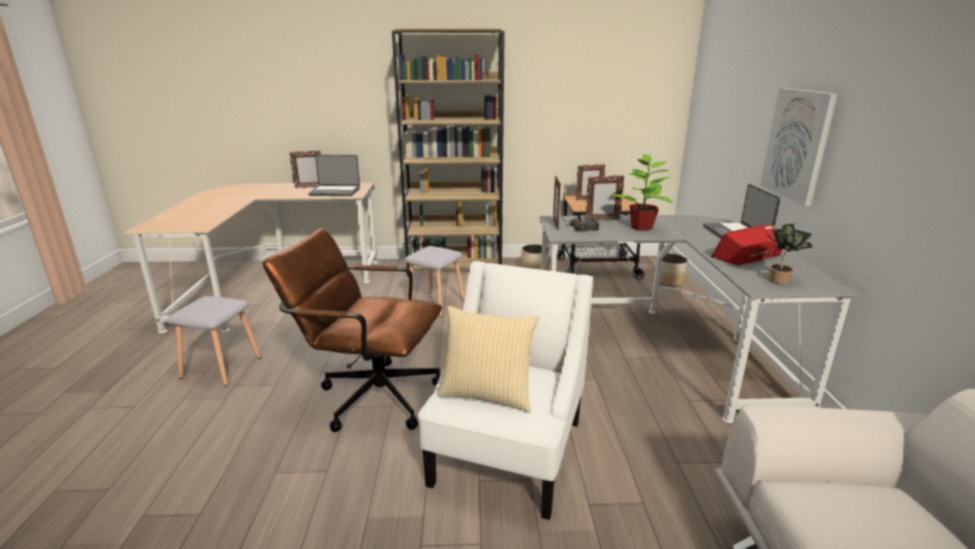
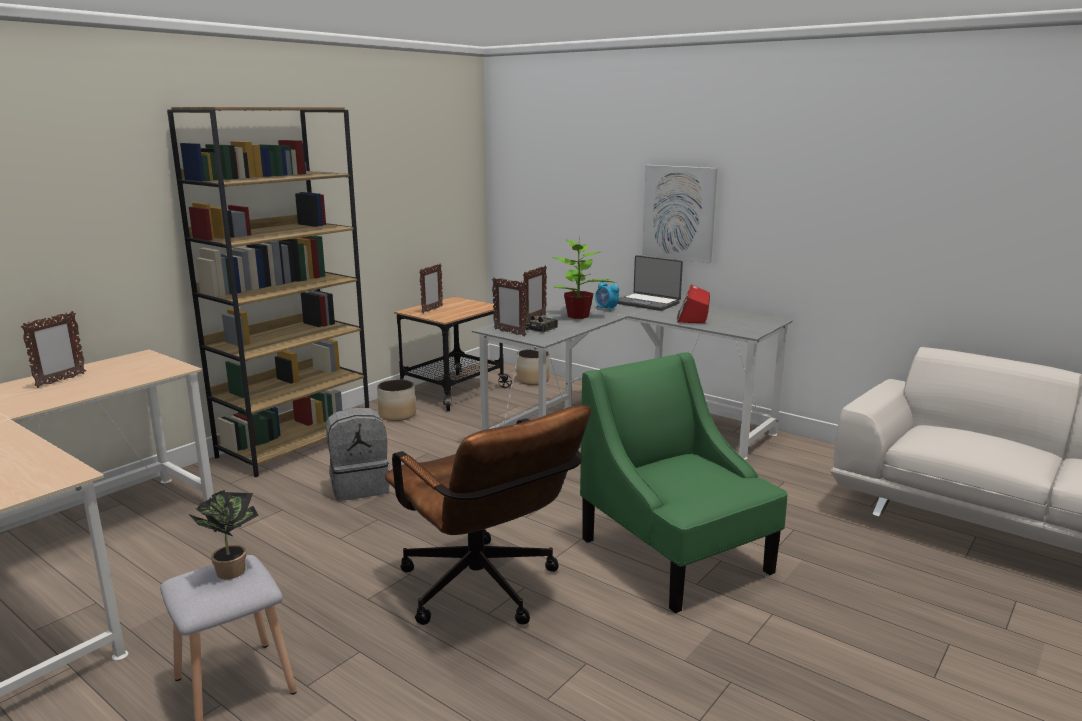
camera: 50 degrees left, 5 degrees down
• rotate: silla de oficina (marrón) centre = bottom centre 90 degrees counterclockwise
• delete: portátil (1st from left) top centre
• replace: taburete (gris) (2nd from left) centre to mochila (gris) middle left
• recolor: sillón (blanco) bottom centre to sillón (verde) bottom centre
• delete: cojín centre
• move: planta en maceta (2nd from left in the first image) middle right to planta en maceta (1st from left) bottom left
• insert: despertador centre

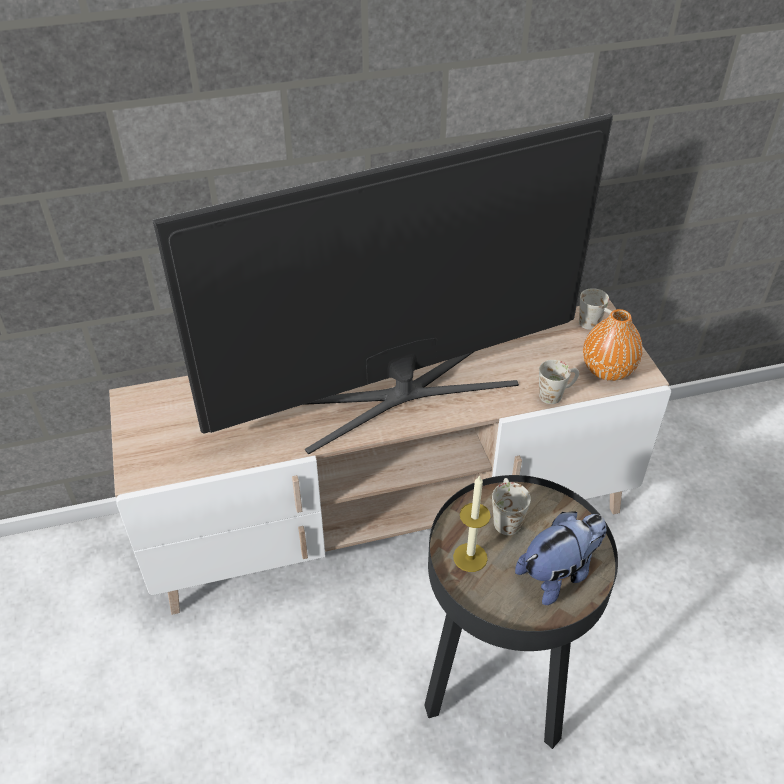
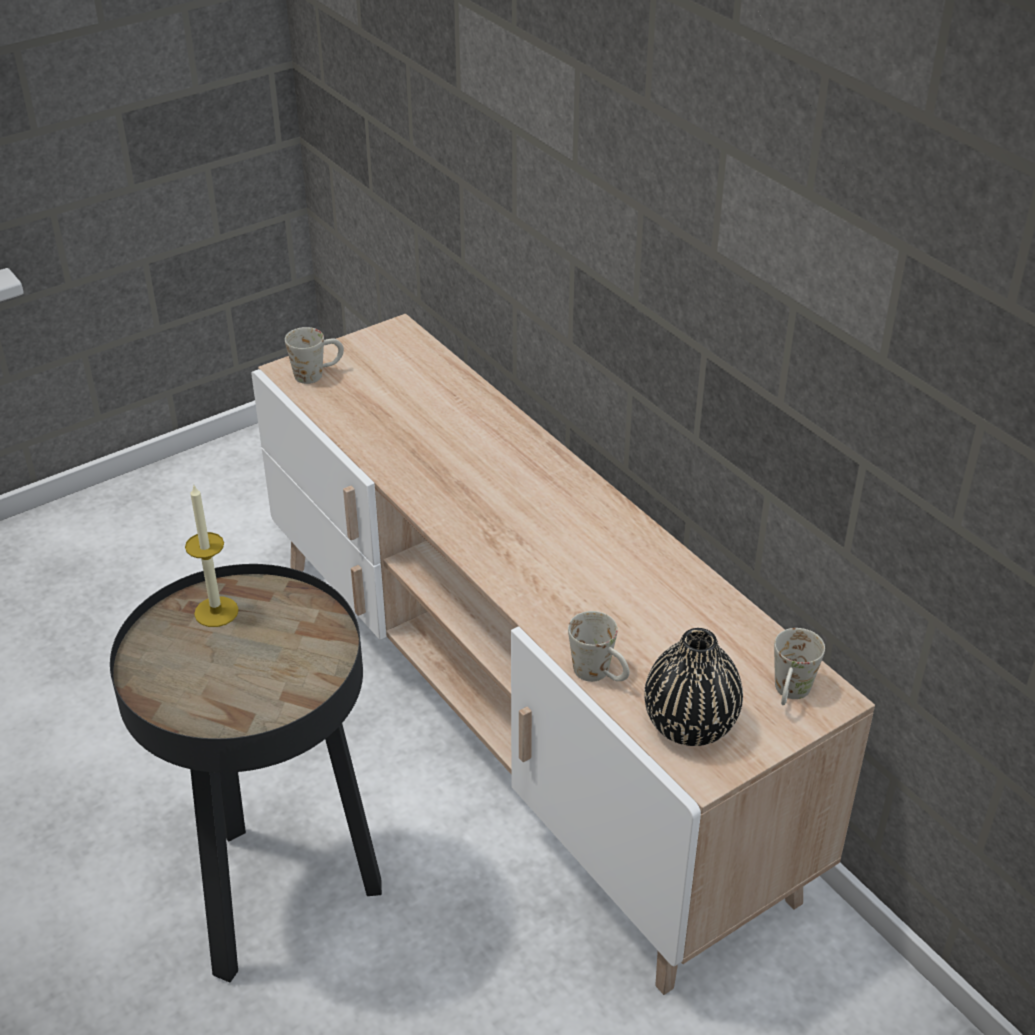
camera: 70 degrees right, 5 degrees down
• delete: televisor centre
• move: taza grande (blanco) (1st from left) centre to middle left
• delete: peluche bottom right
• recolor: florero (naranja) middle right to florero (negro) middle right

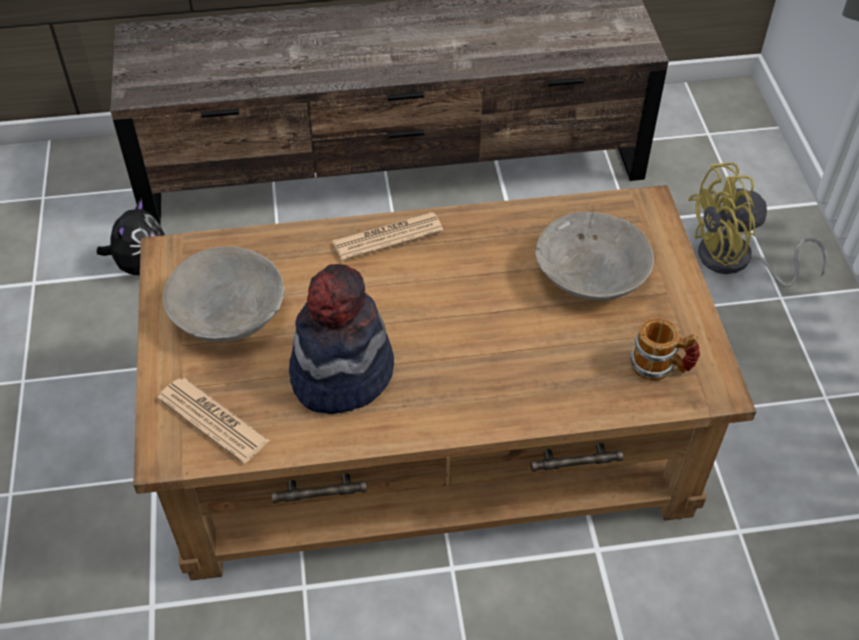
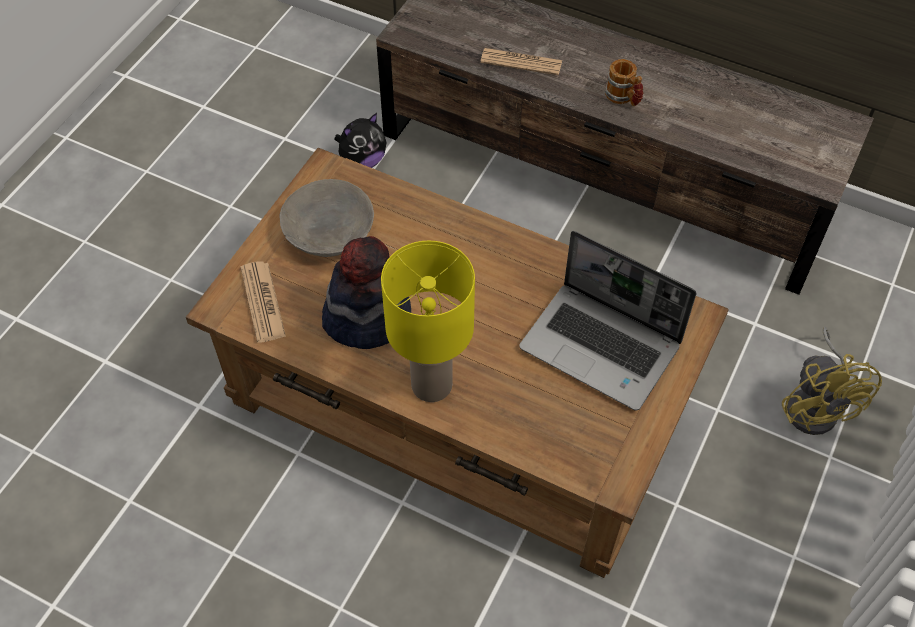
camera: 35 degrees right, 5 degrees up
• move: periódico (2nd from left) centre to top centre
• replace: cuenco (gris) (2nd from left) middle right to portátil centre
• move: taza grande middle right to top right
• rotate: ventilador (amarillo) middle right = middle right 120 degrees counterclockwise
• insert: lámpara de mesa (amarillo) centre

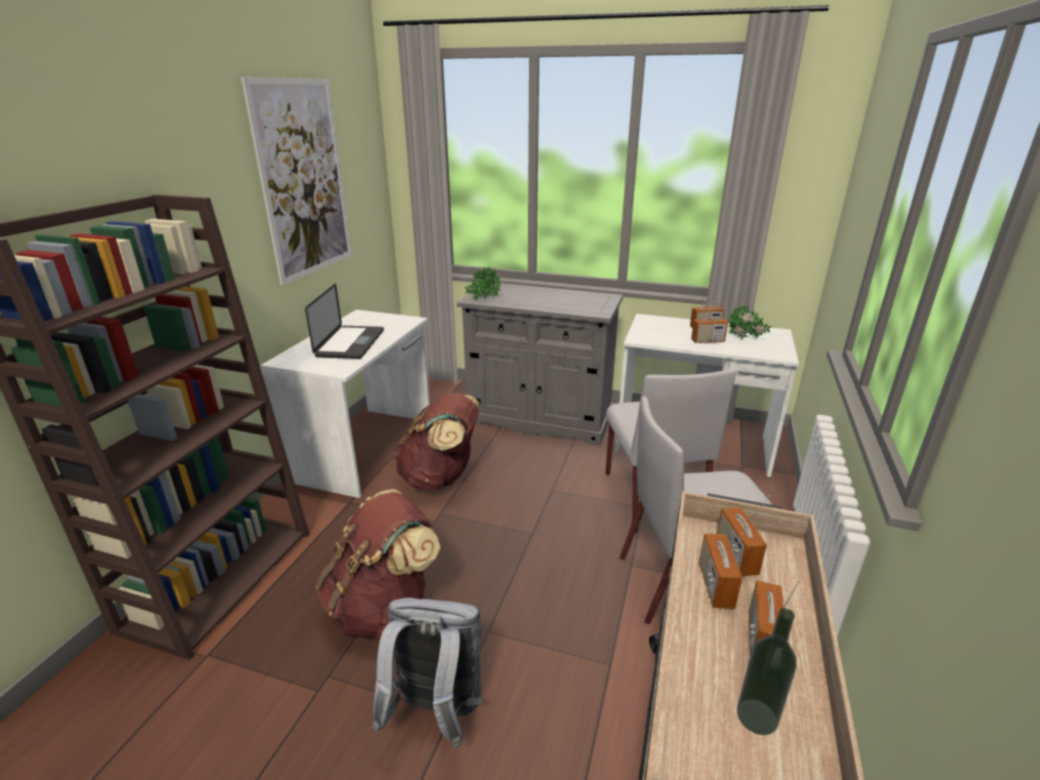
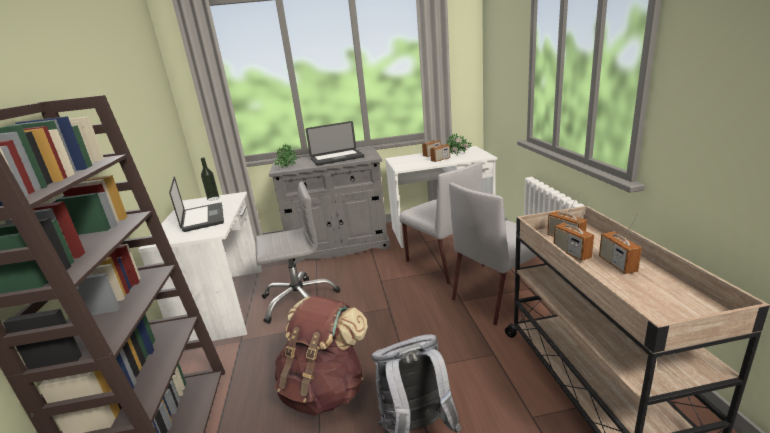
camera: 25 degrees left, 5 degrees down
• delete: cuadro top left
• replace: mochila (marrón) (2nd from left) centre to silla de oficina (gris) centre
• move: botella bottom right to middle left
• insert: portátil (2nd from left) top centre

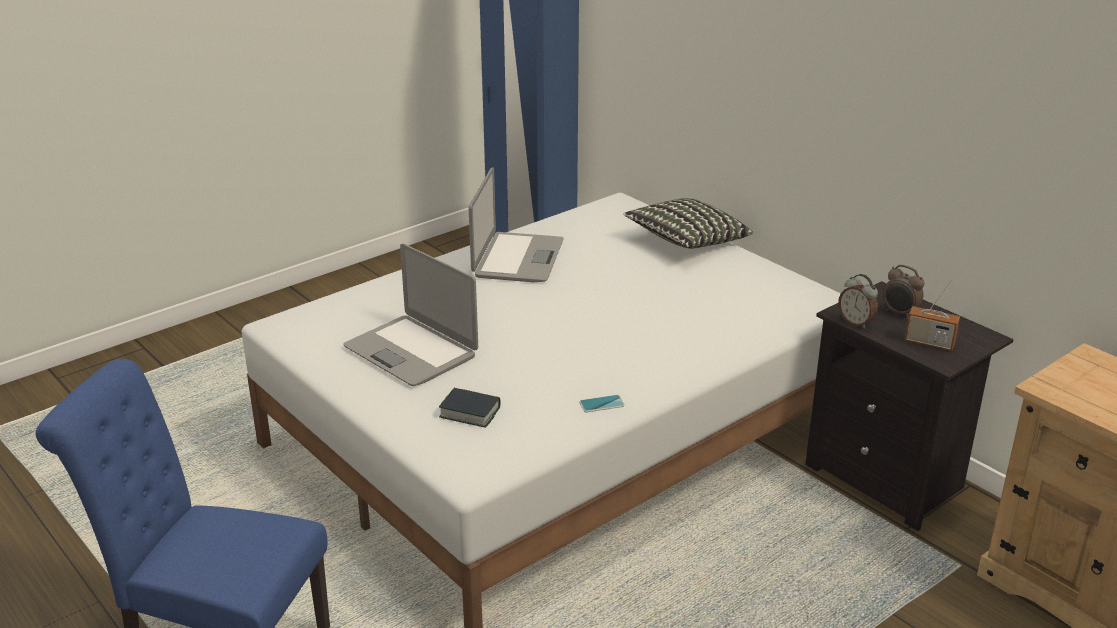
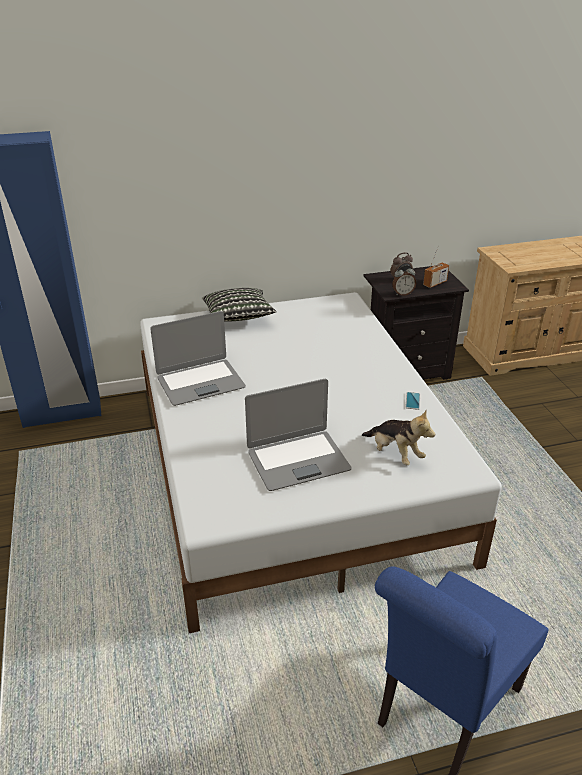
camera: 65 degrees left, 5 degrees up
• replace: libro centre to peluche middle right
• rotate: portátil (2nd from left in the first image) centre = centre 120 degrees clockwise

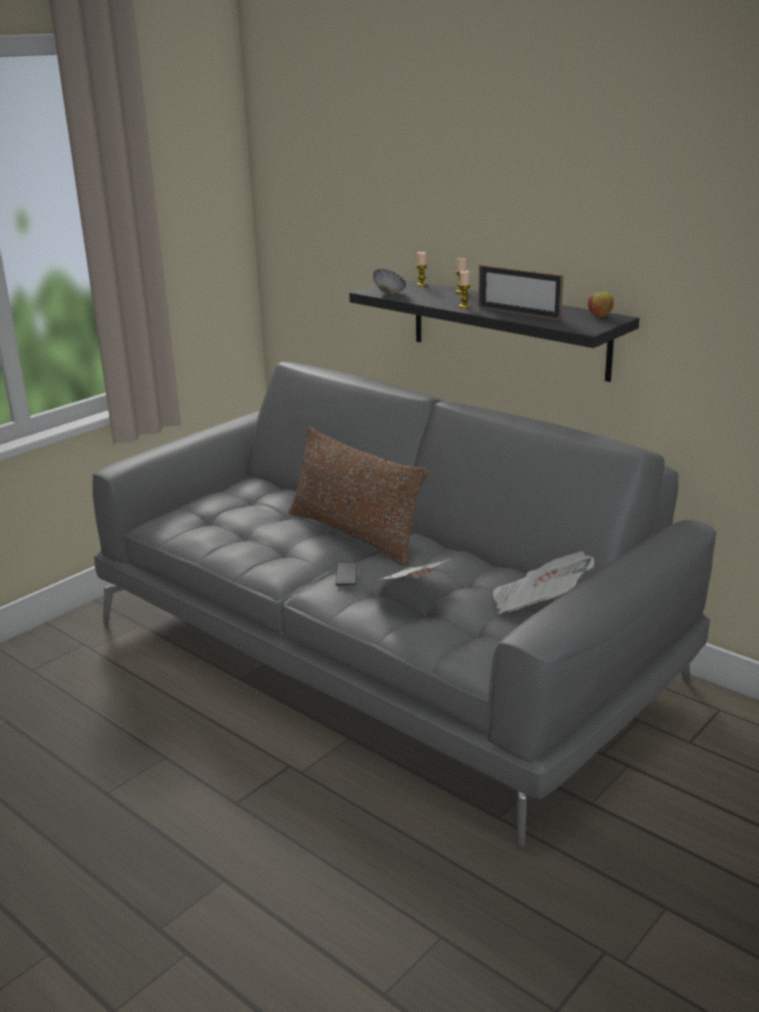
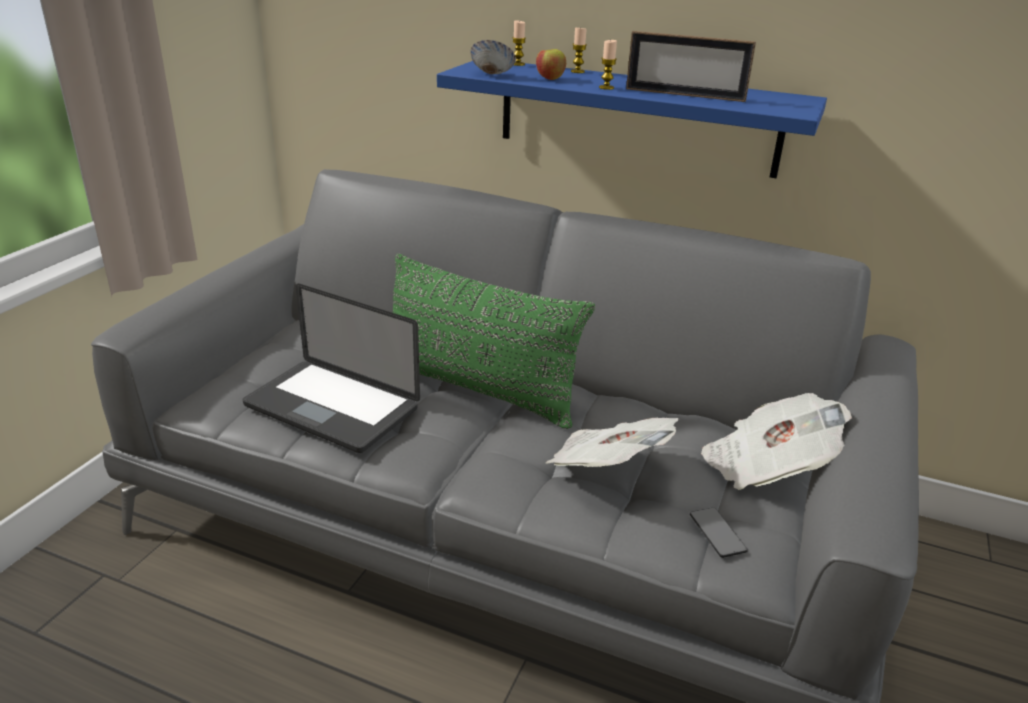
camera: 20 degrees left, 5 degrees up
• recolor: cojín (marrón) centre to cojín (verde) centre
• move: móvil centre to bottom right
• recolor: estante (negro) top centre to estante (azul) top centre
• move: manzana top right to top centre
• insert: portátil middle left

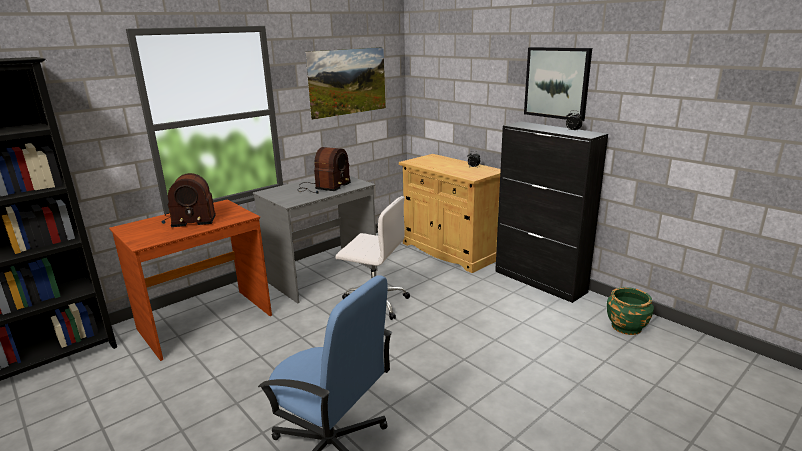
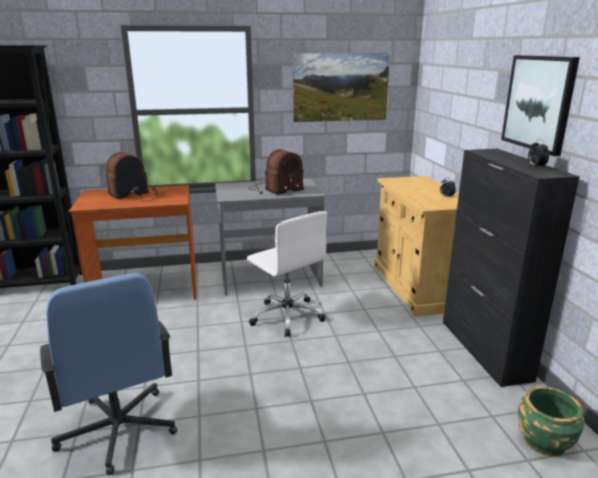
camera: 30 degrees right, 0 degrees up
• rotate: radio (1st from left) middle left = middle left 120 degrees clockwise

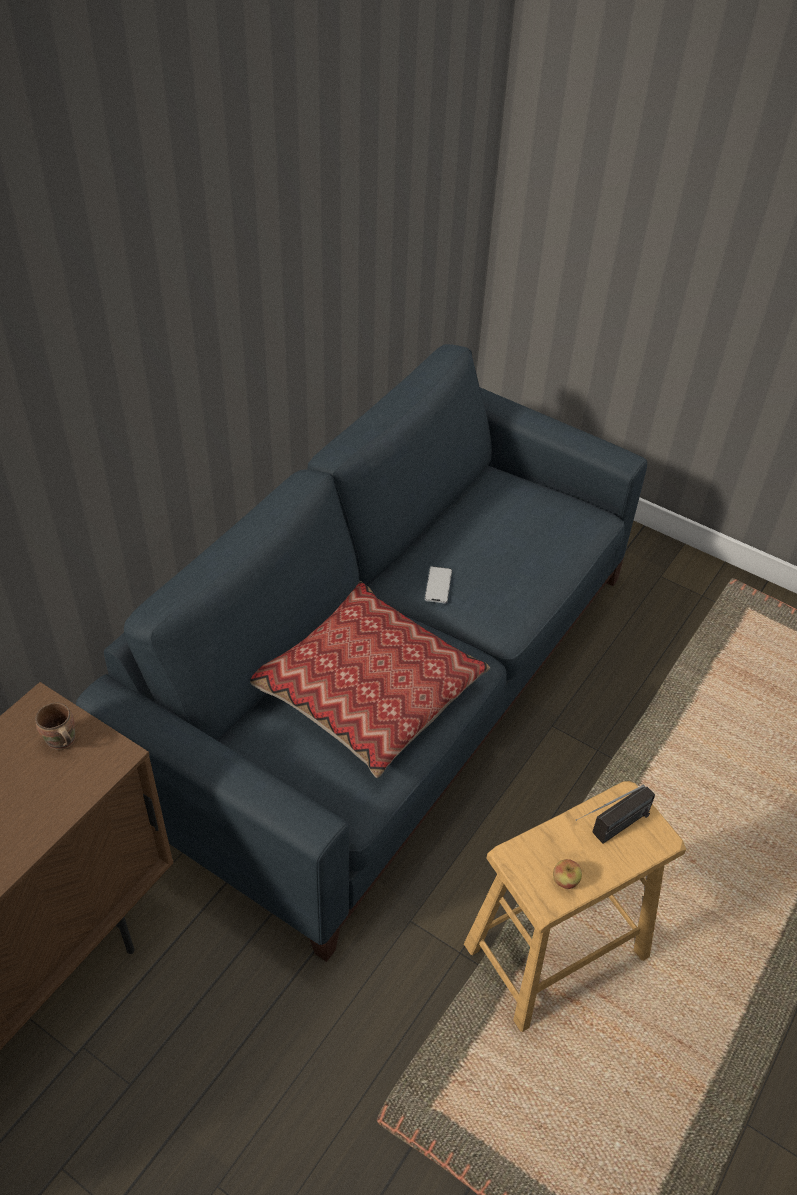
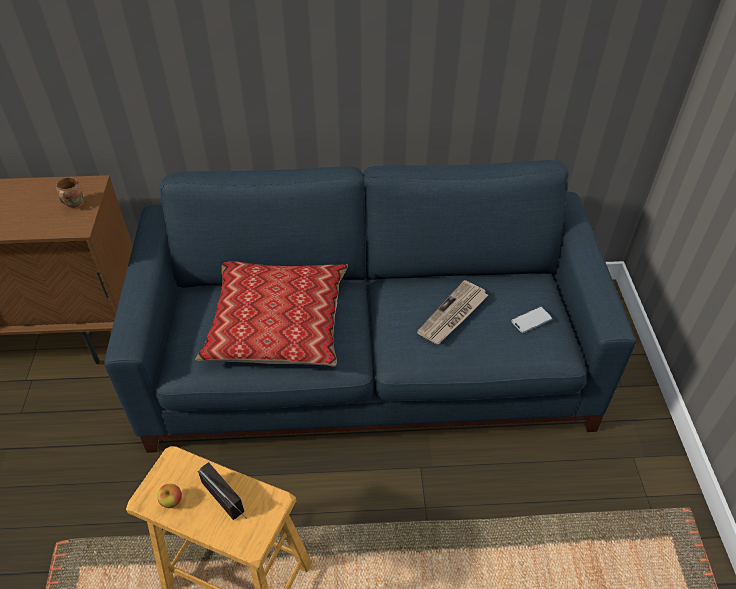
camera: 55 degrees right, 0 degrees up
• move: móvil centre to middle right
• rotate: radio bottom right = bottom left 150 degrees counterclockwise
• insert: periódico centre

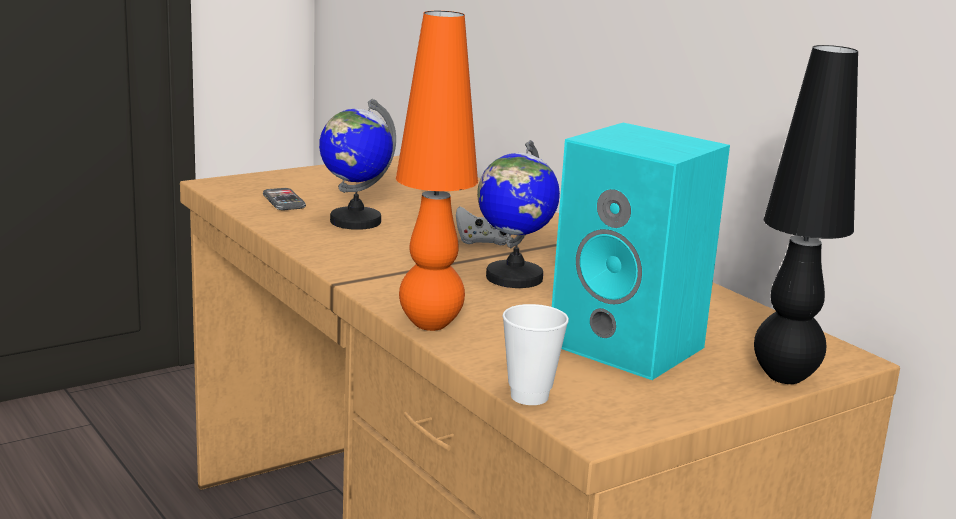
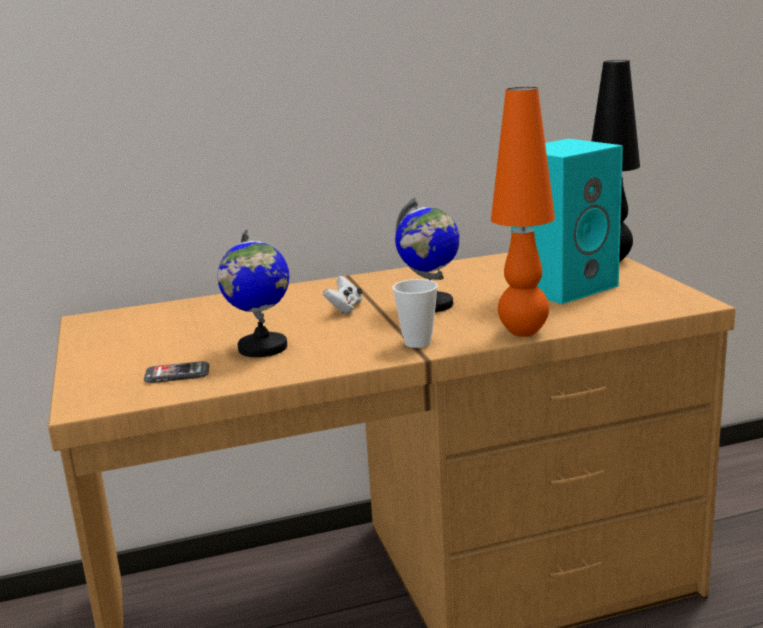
camera: 70 degrees left, 0 degrees up
• move: taza bottom centre to centre

